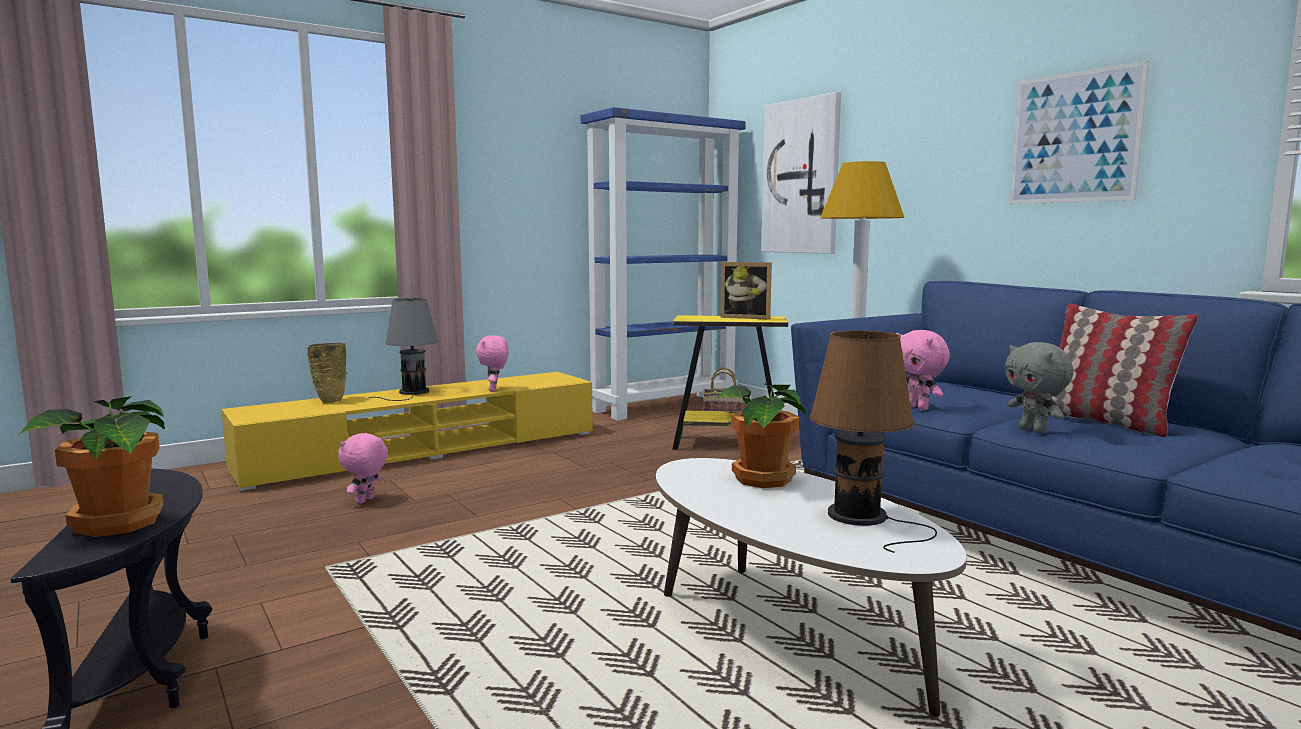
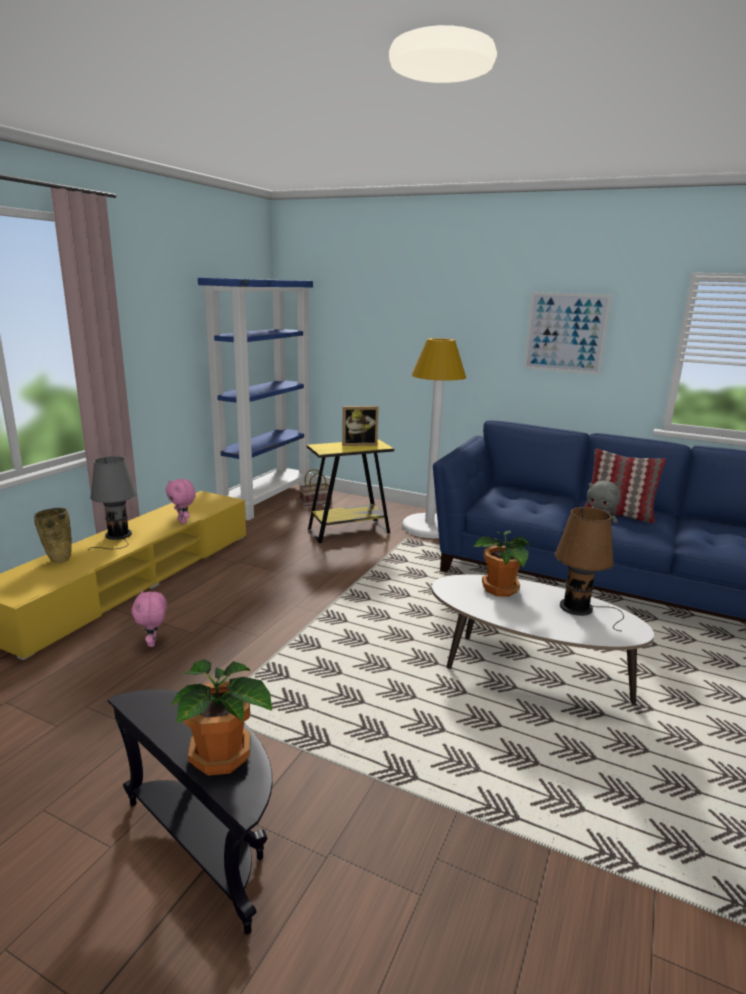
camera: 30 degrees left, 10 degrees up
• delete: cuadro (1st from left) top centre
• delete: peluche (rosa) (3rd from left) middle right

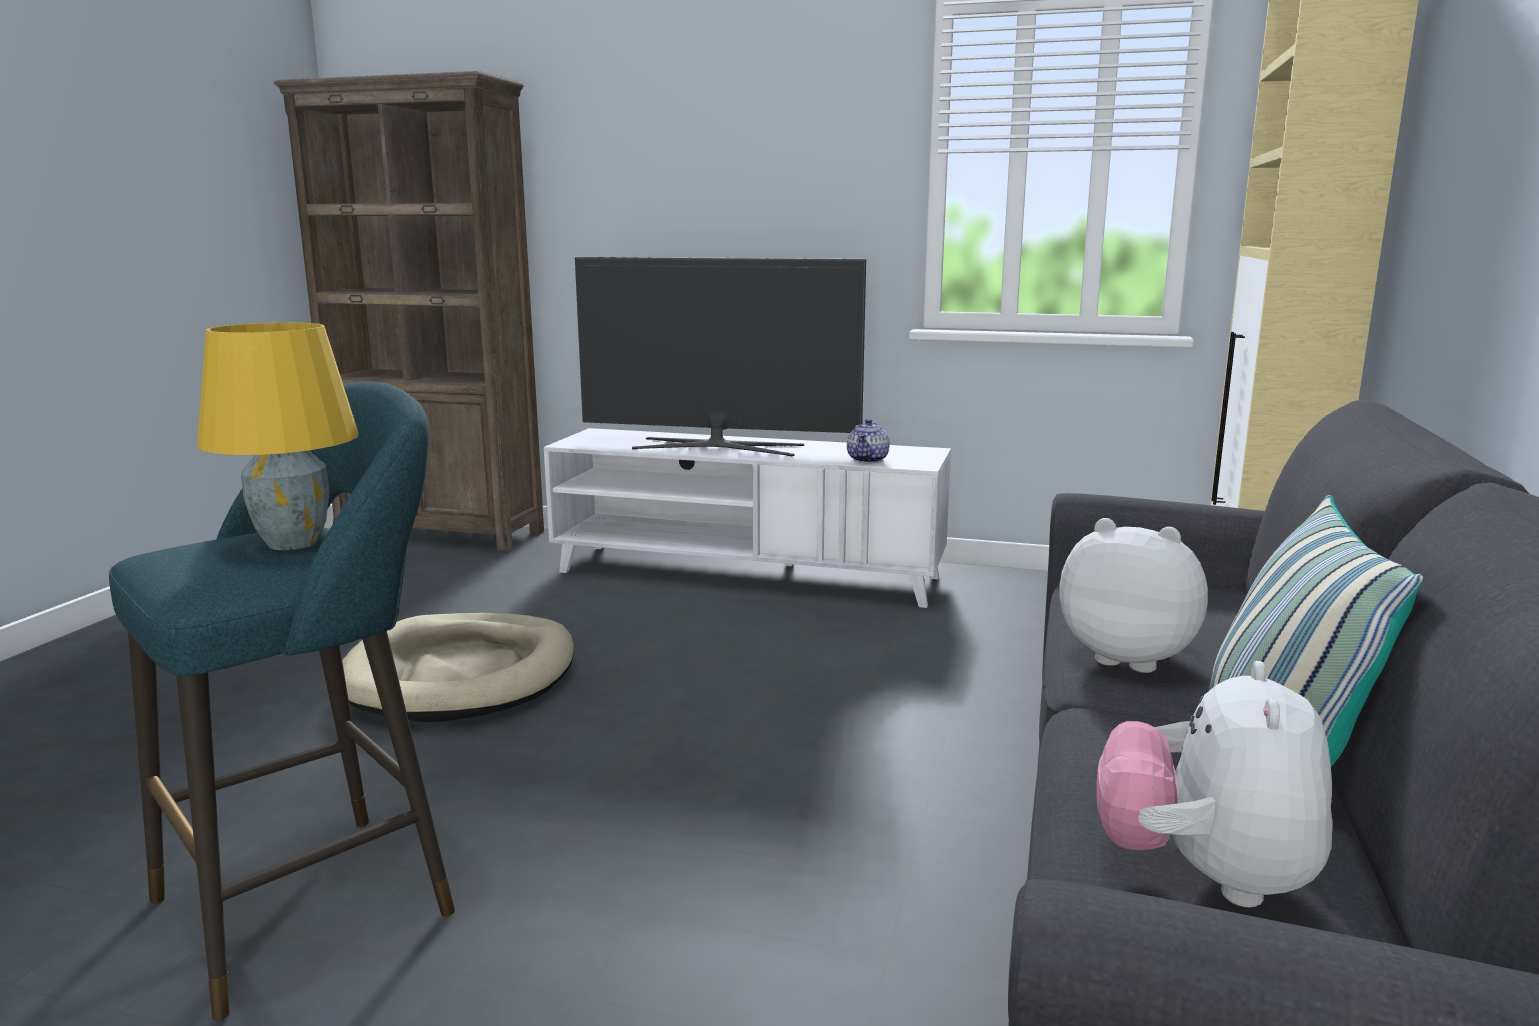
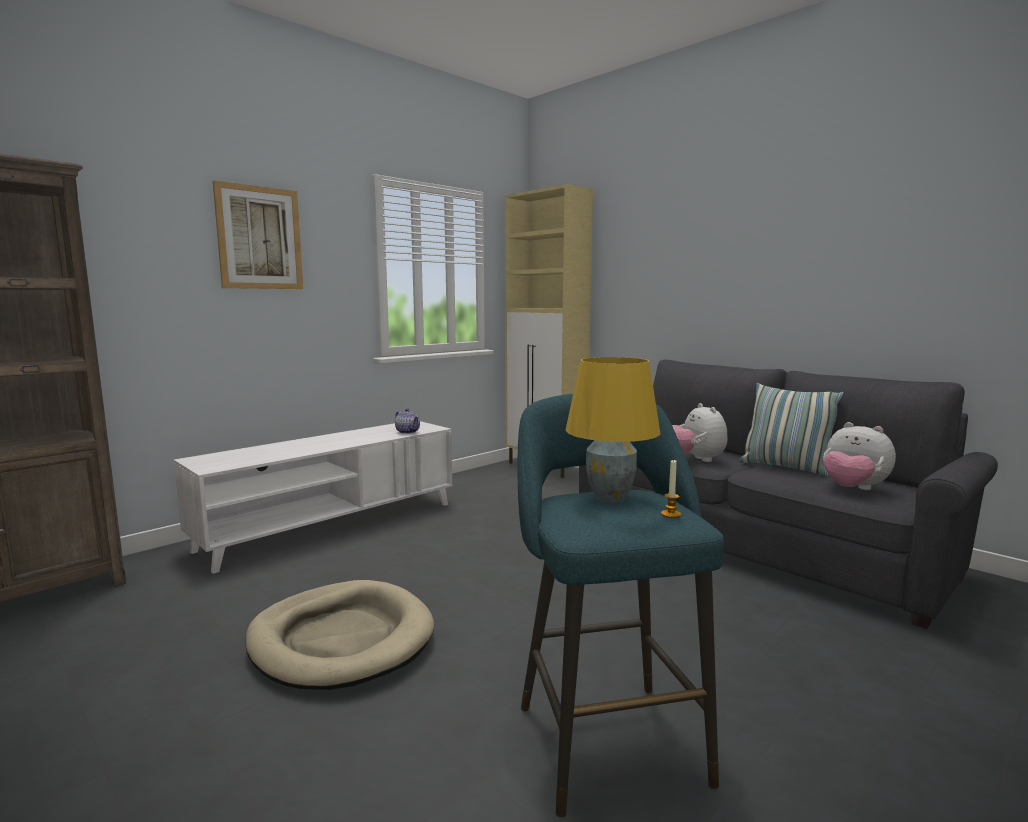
camera: 60 degrees left, 5 degrees down
• delete: televisor centre
• rotate: peluche (1st from left) middle right = middle right 75 degrees counterclockwise
• insert: cuadro top left
• insert: vela centre

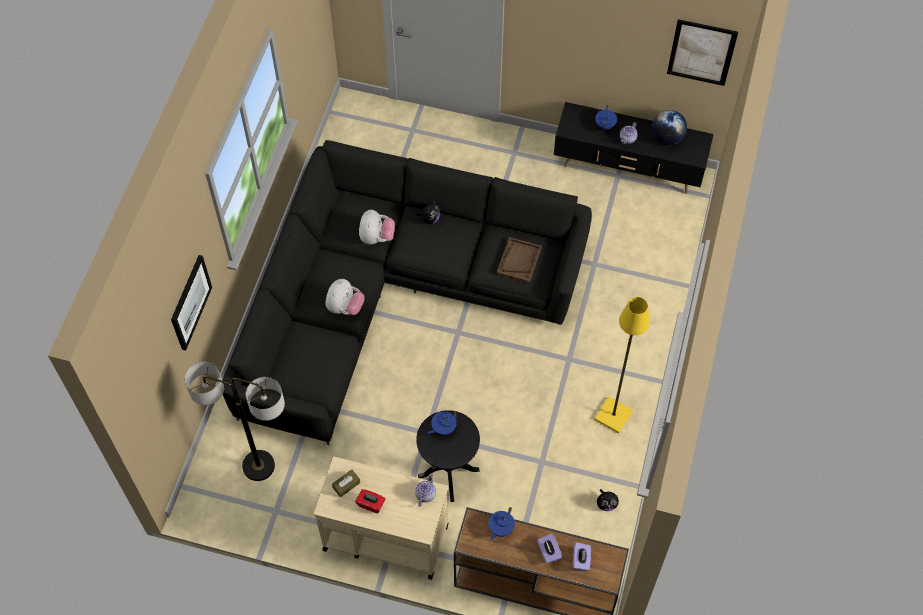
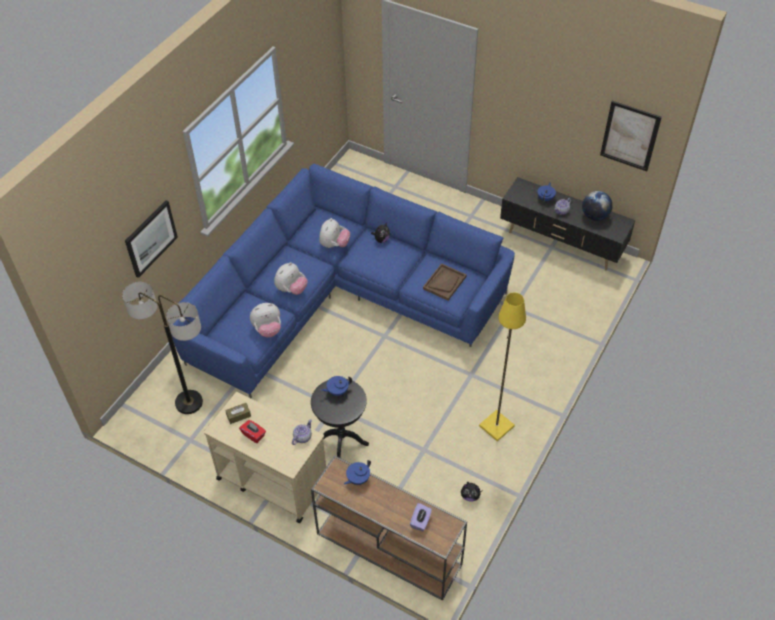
camera: 15 degrees right, 10 degrees down
• recolor: sofá (negro) centre to sofá (azul) centre
• delete: caja de pañuelos (morado) (1st from left) bottom centre
• insert: peluche (1st from left) centre

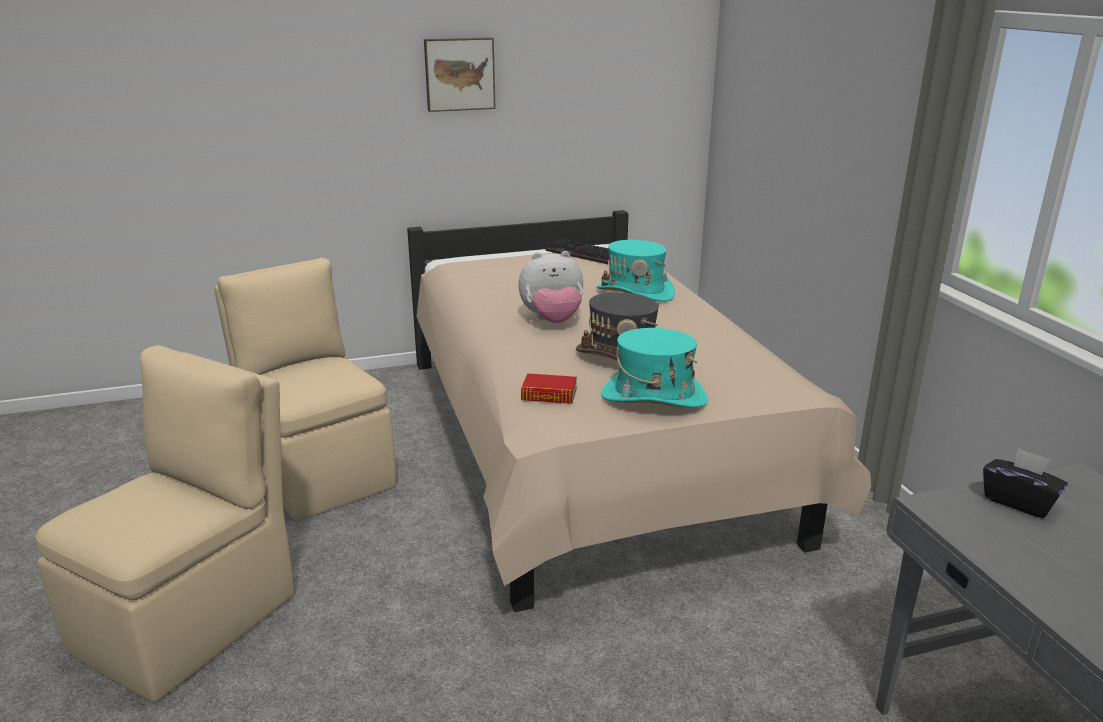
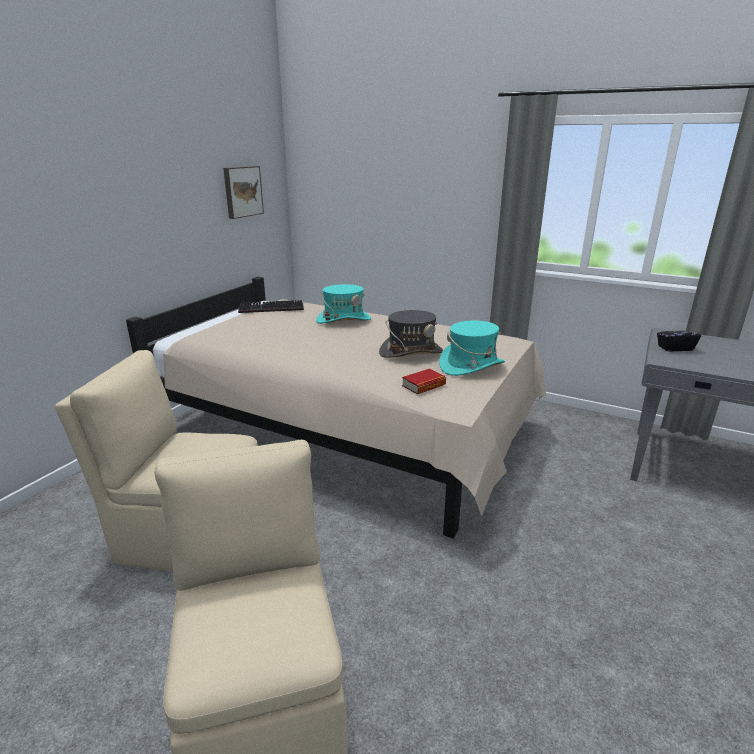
camera: 45 degrees left, 0 degrees up
• move: cuadro top centre to top left
• delete: peluche centre

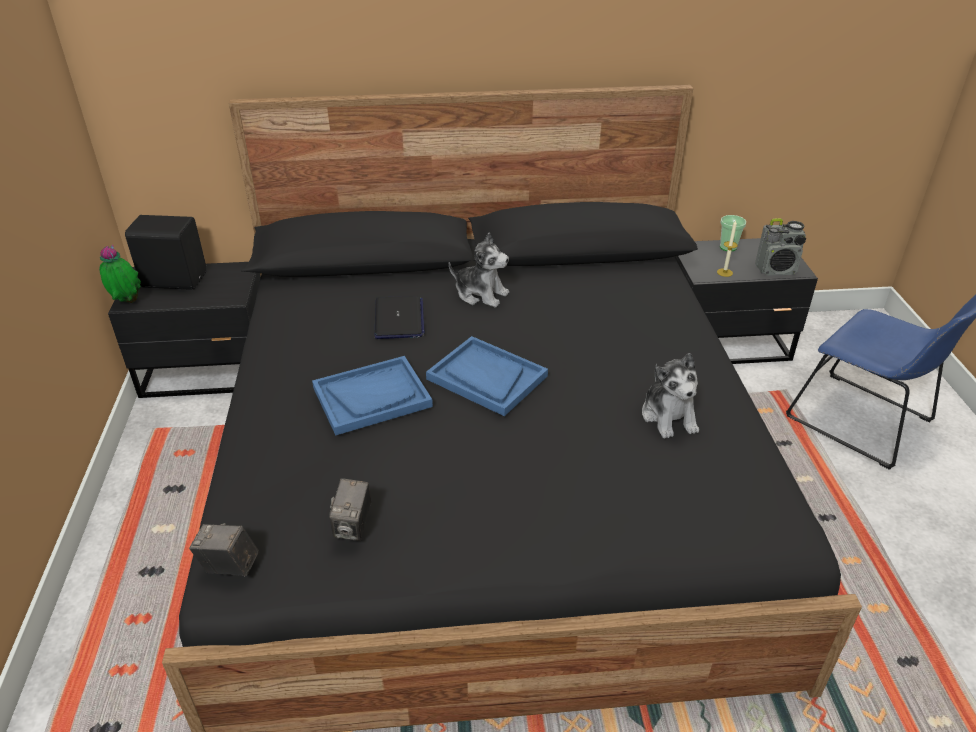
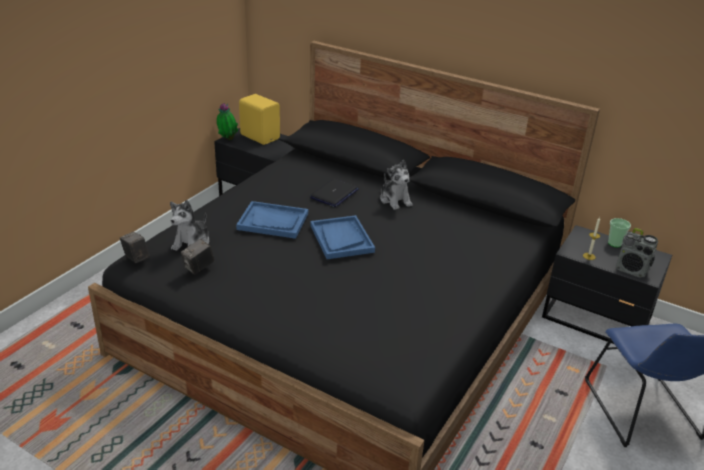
camera: 35 degrees right, 5 degrees down
• recolor: altavoz (negro) middle left to altavoz (amarillo) top centre
• move: peluche (2nd from left in the first image) middle right to peluche (1st from left) middle left

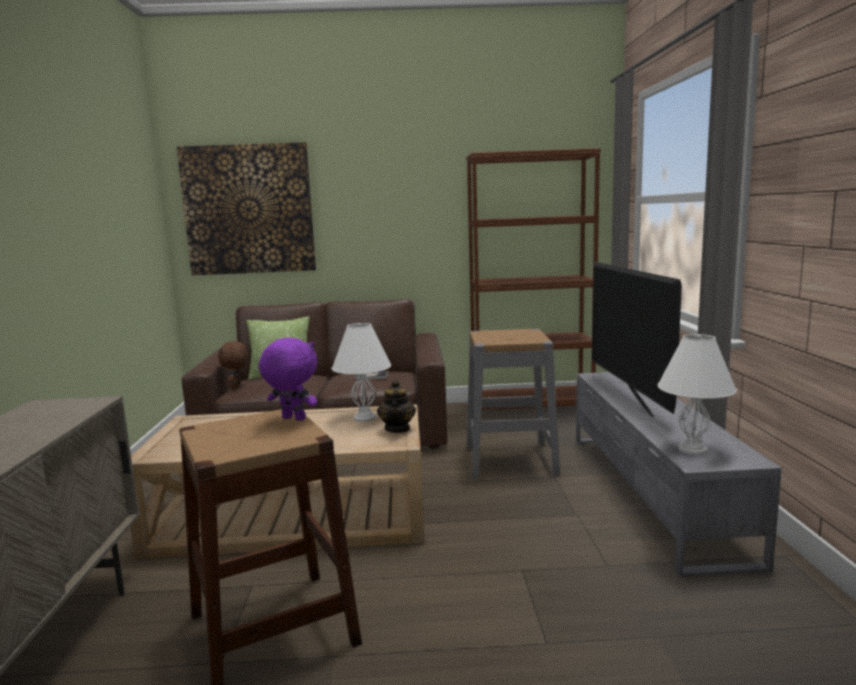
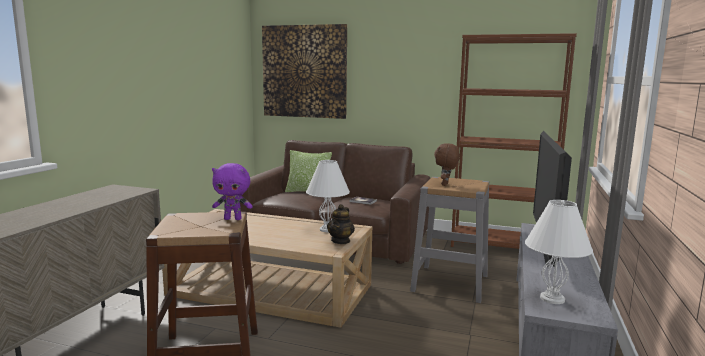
camera: 20 degrees right, 0 degrees up
• move: peluche (marrón) middle left to centre
• rotate: peluche (morado) centre = middle left 135 degrees clockwise

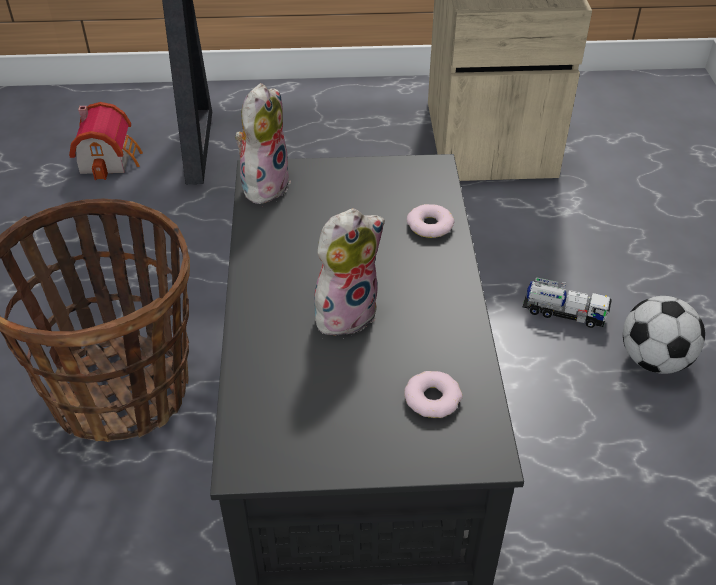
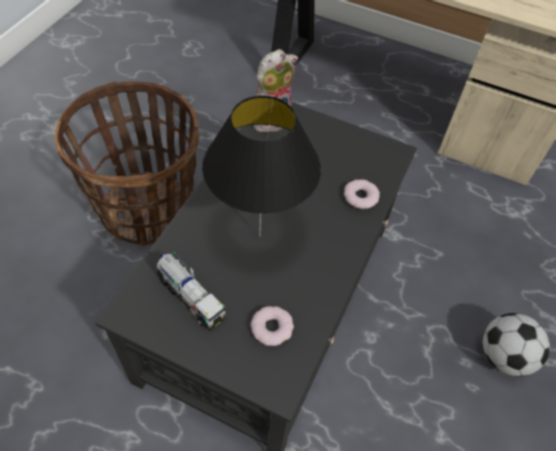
camera: 25 degrees right, 10 degrees up
• delete: casita top left
• replace: peluche (2nd from left) centre to lámpara de mesa (negro) centre
• move: camión de juguete middle right to centre

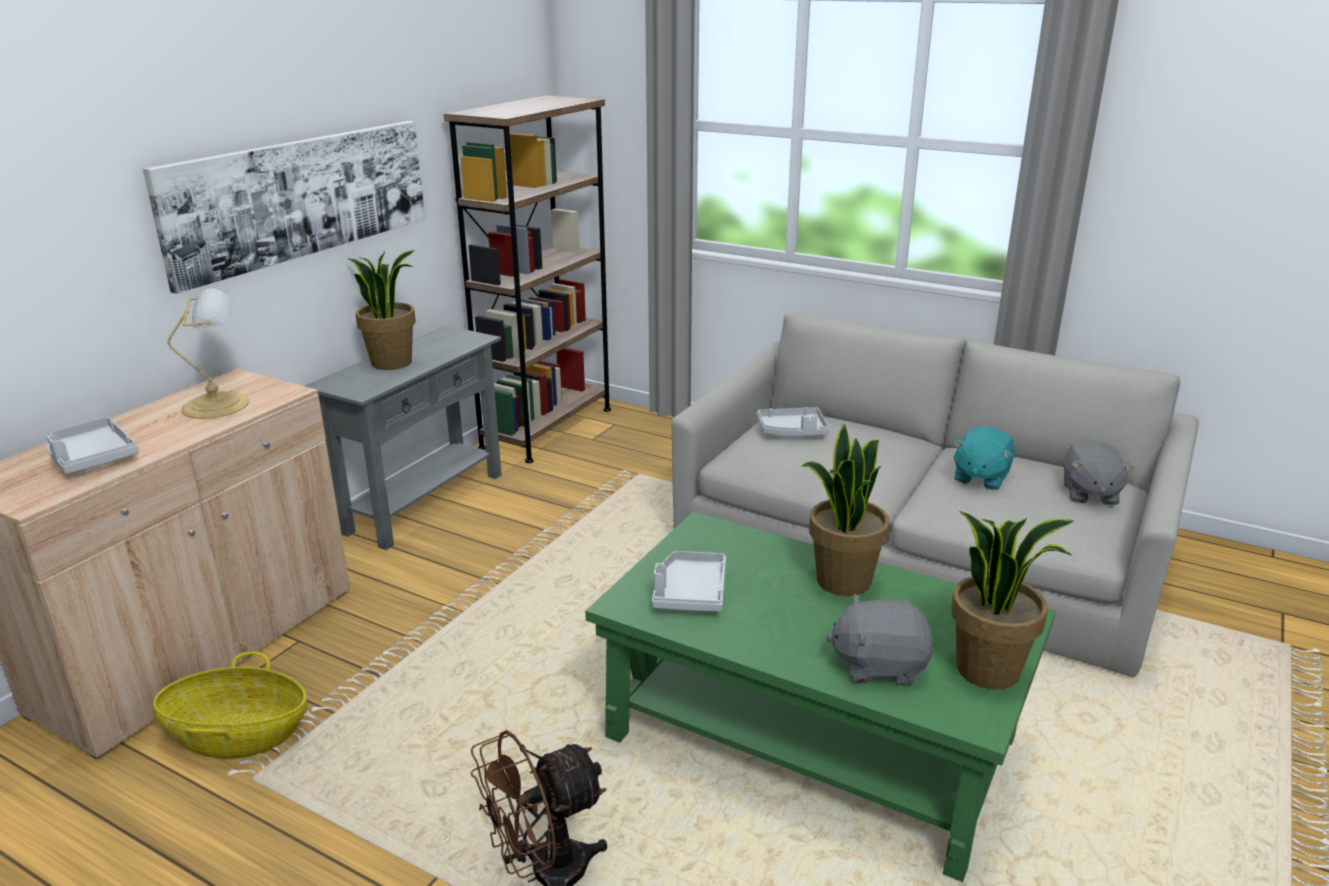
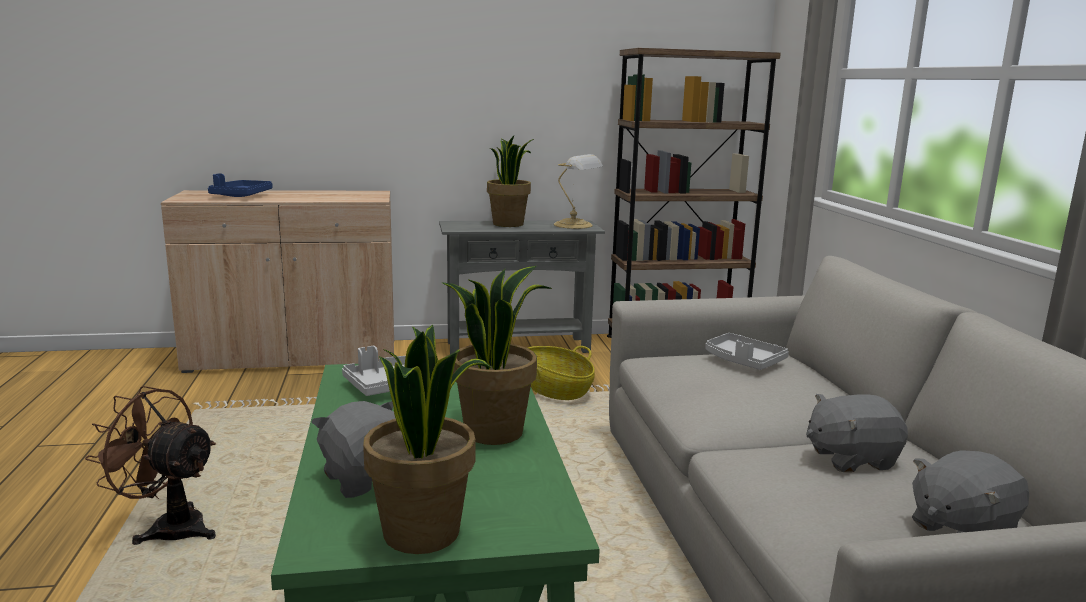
camera: 50 degrees right, 10 degrees down
• recolor: bandeja (gris) (1st from left) middle left to bandeja (azul) top left
• delete: cuadro top left
• move: cesta bottom left to centre
• move: lámpara de mesa middle left to top centre
• recolor: peluche (turquesa) middle right to peluche (gris) (2nd from left) bottom right

